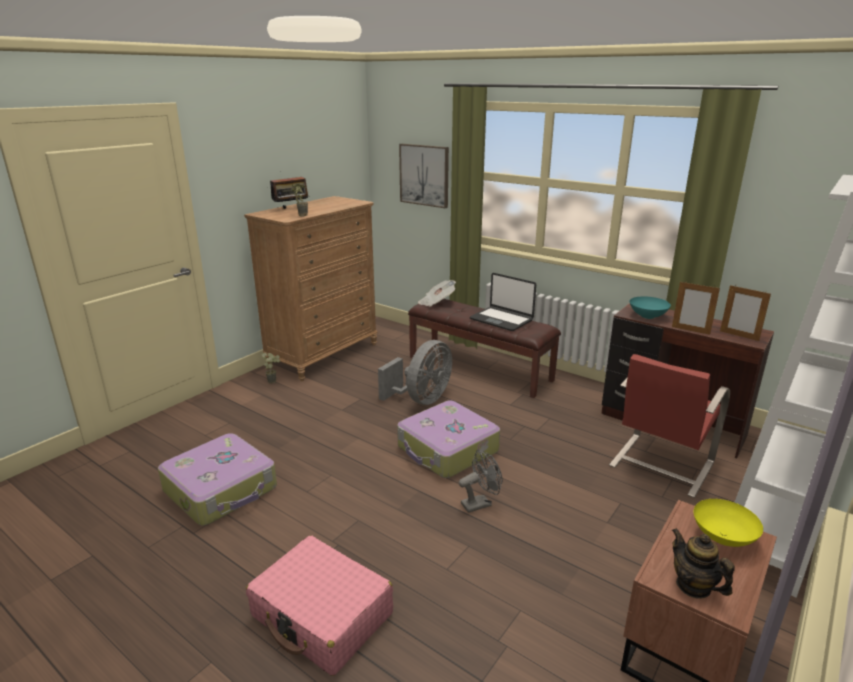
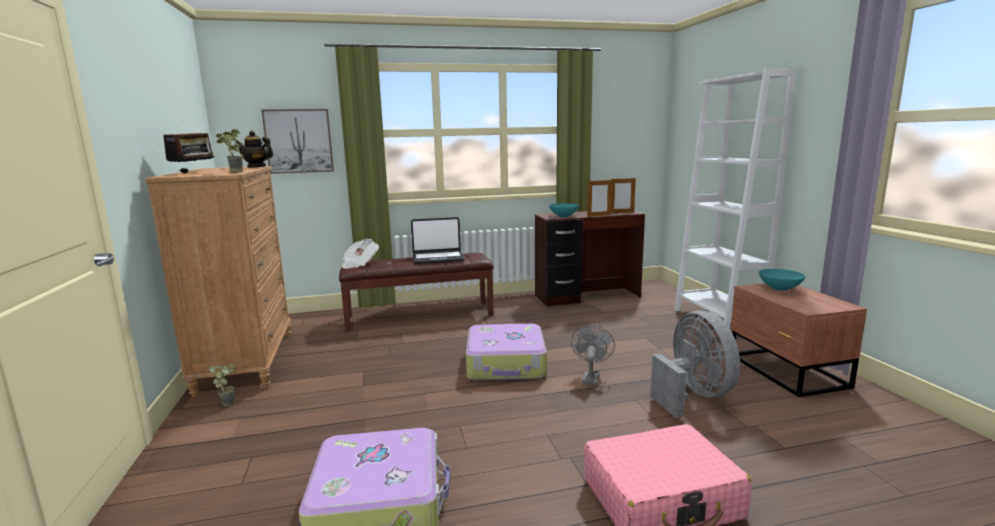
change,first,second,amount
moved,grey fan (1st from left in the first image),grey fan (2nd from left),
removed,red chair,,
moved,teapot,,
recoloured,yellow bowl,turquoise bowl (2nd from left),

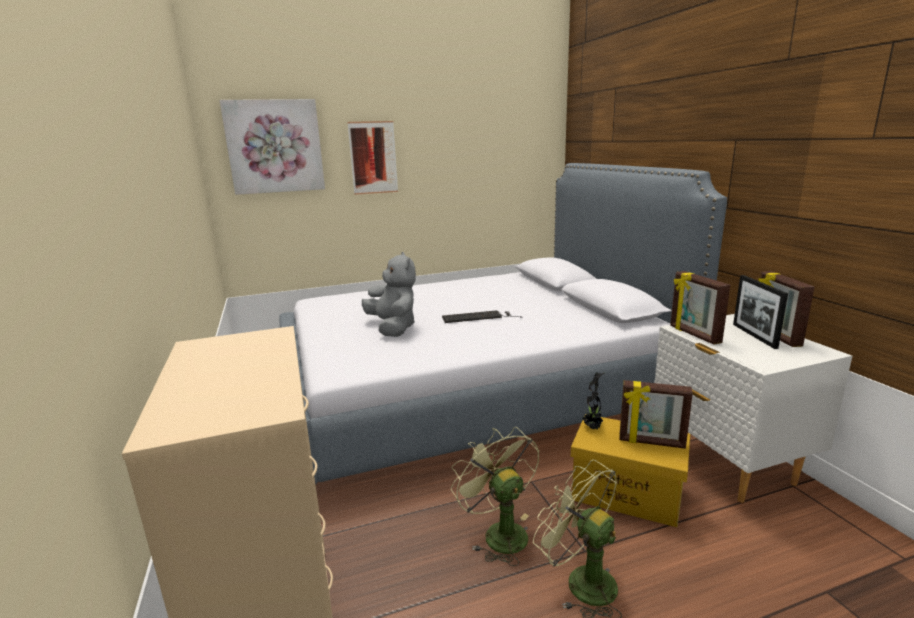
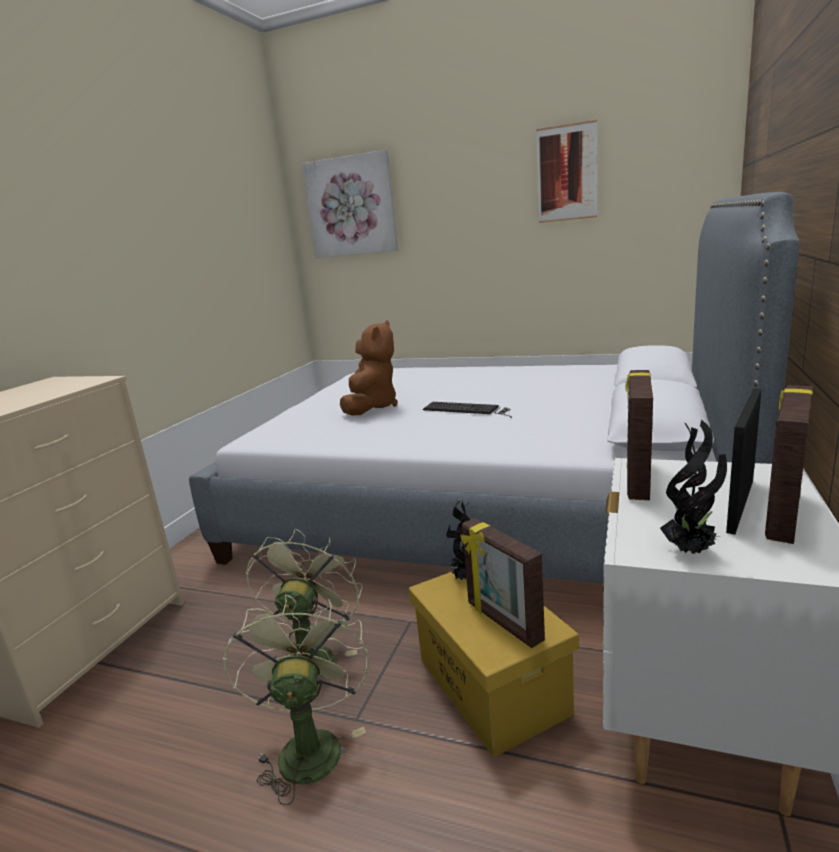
change,first,second,amount
moved,picture (2nd from left),,
recoloured,grey plush toy,brown plush toy,
added,,potted plant (2nd from left),

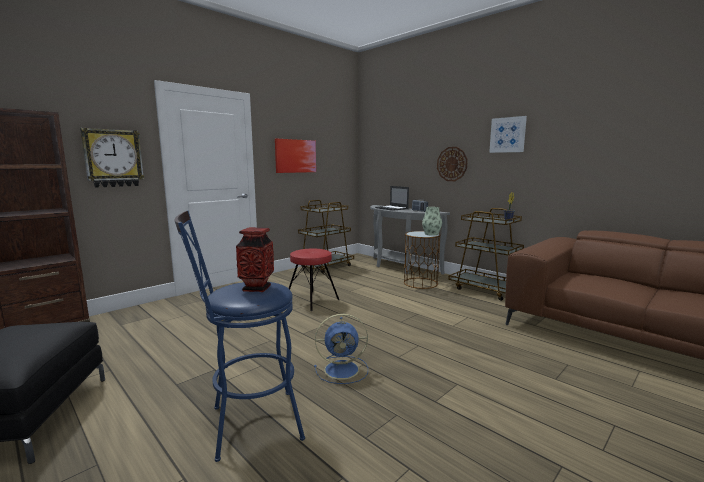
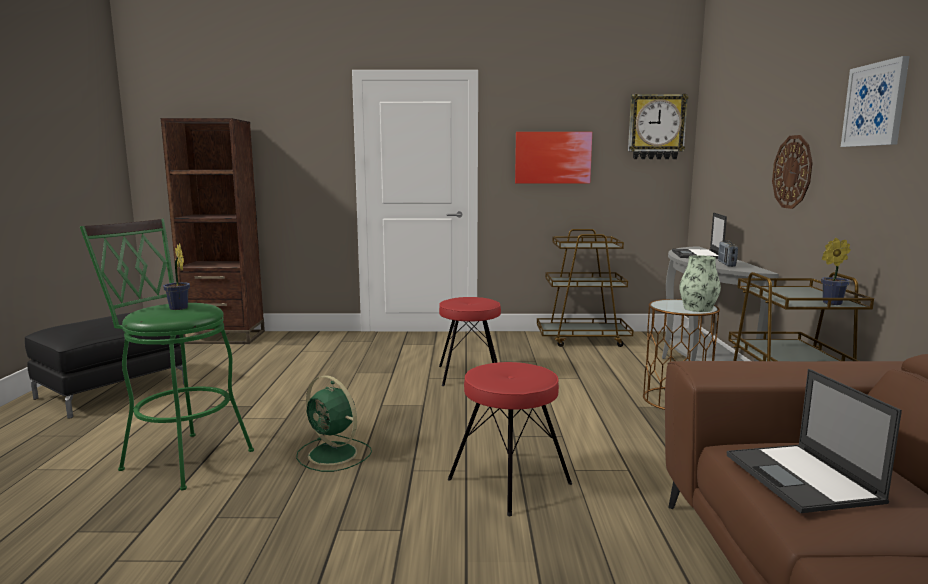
change,first,second,amount
moved,wall clock (1st from left),,
recoloured,blue stool,green stool,
replaced,vase (1st from left),potted plant (1st from left),
recoloured,blue fan,green fan,
added,,red stool (2nd from left),
added,,laptop (2nd from left),

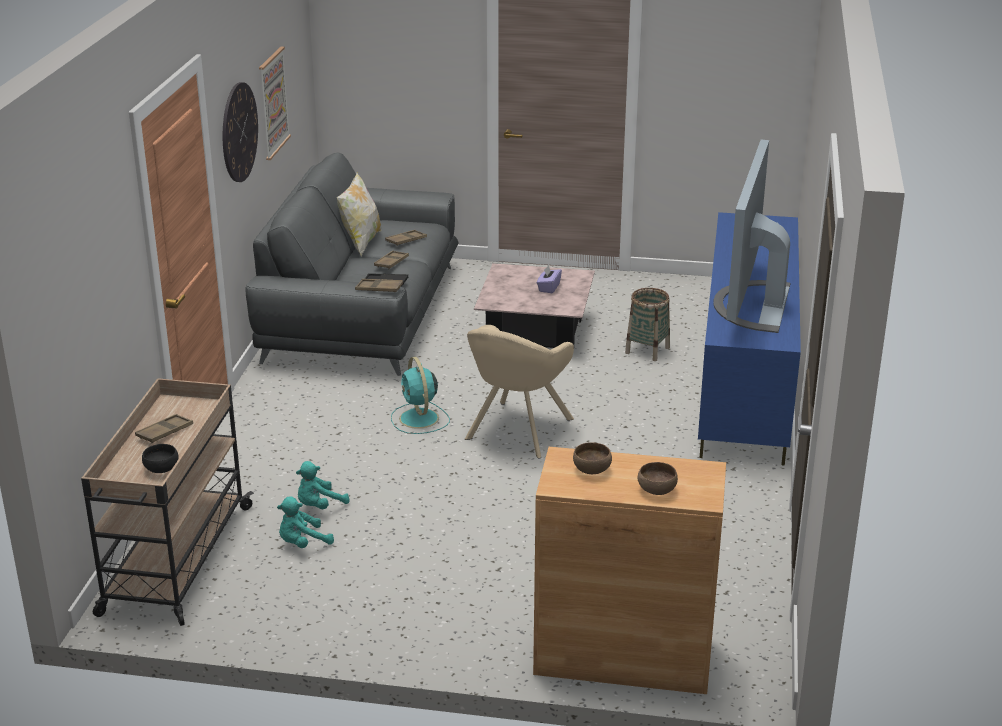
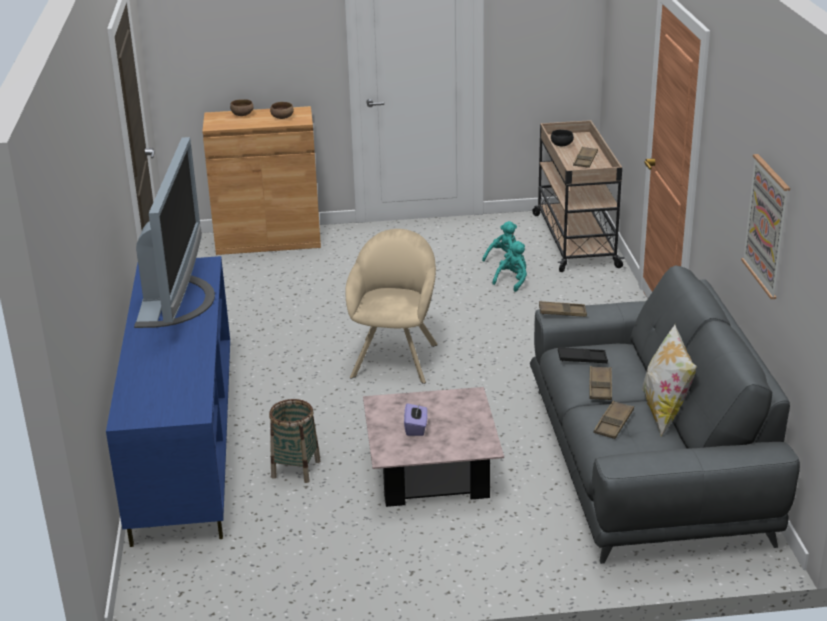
change,first,second,amount
removed,wall clock,,
removed,turquoise fan,,

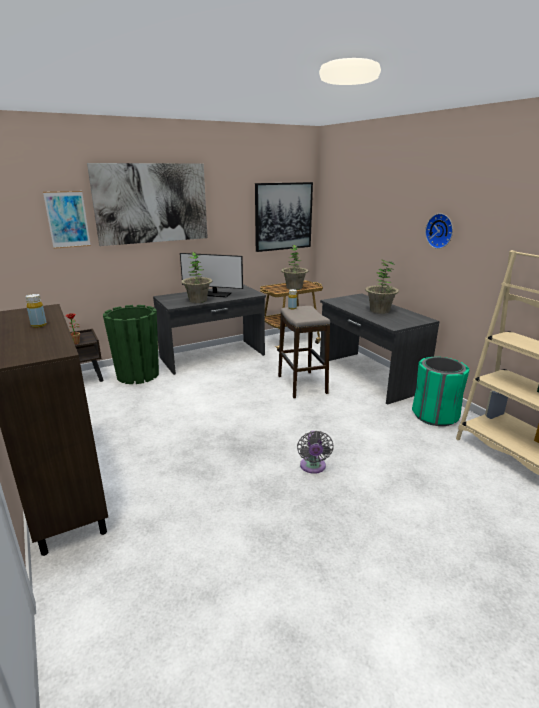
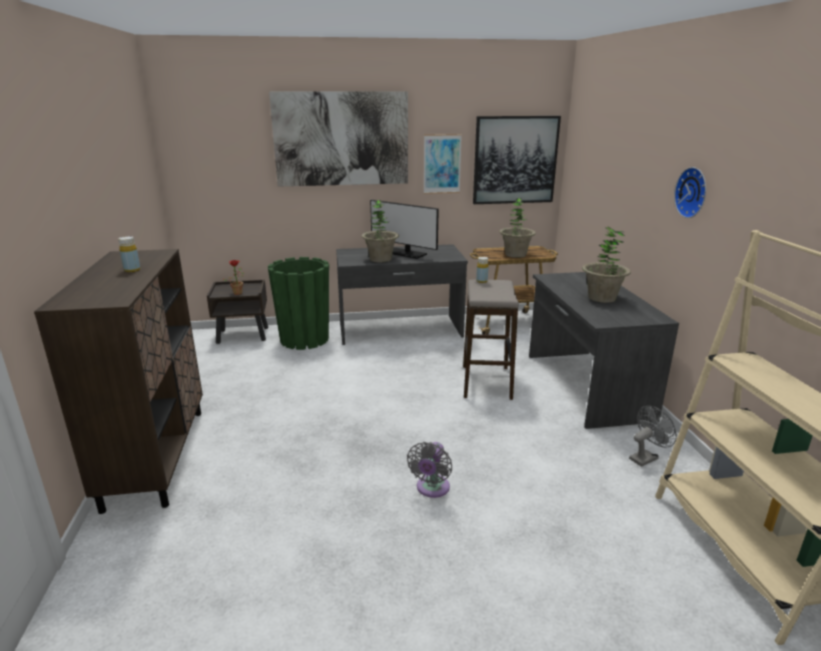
change,first,second,amount
moved,picture (1st from left in the first image),picture (2nd from left),
replaced,green trash can,grey fan (2nd from left),

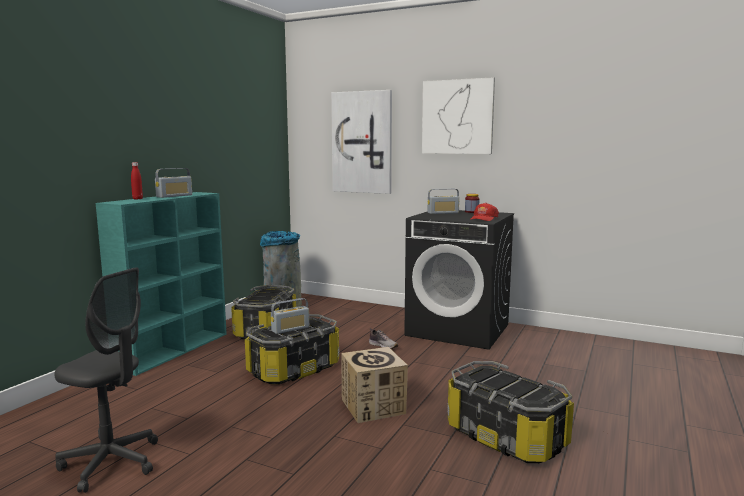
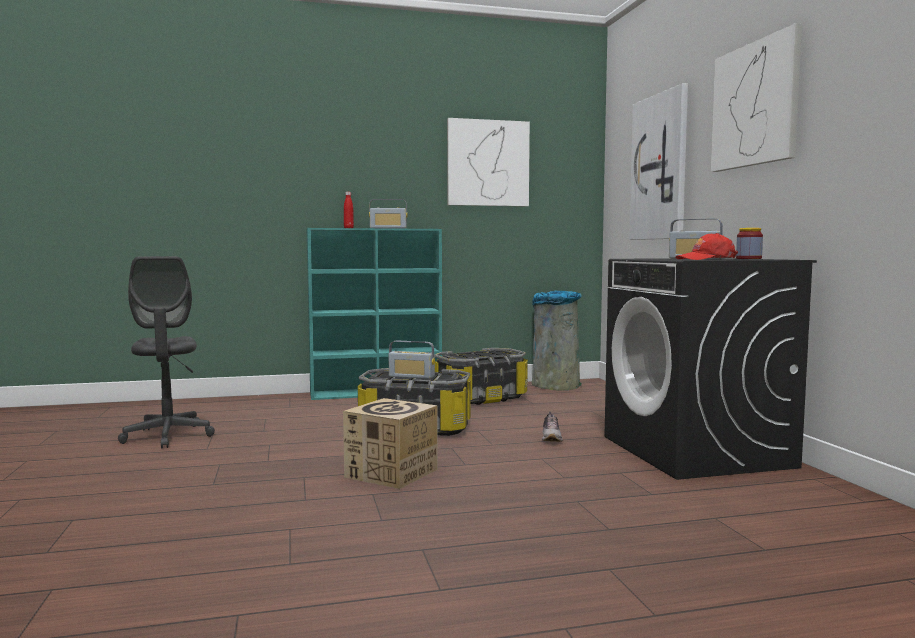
change,first,second,amount
removed,storage box (3rd from left),,
added,,picture (1st from left),

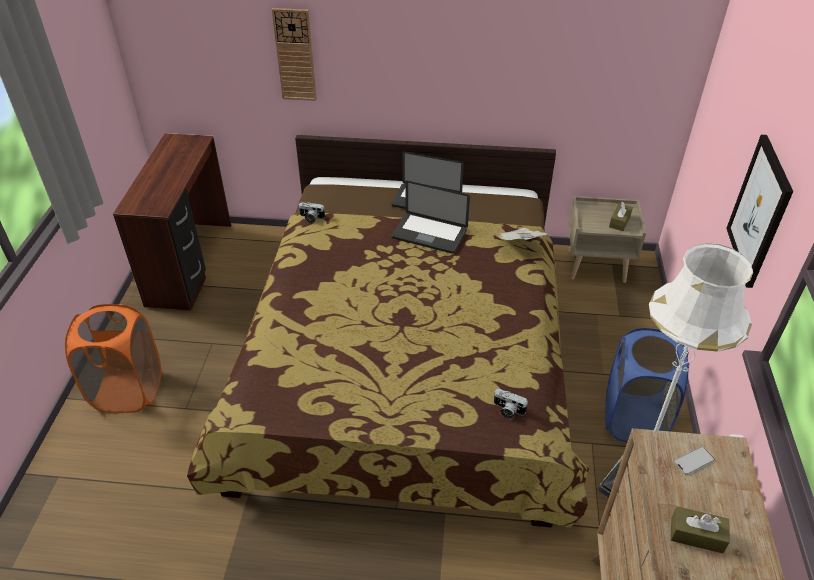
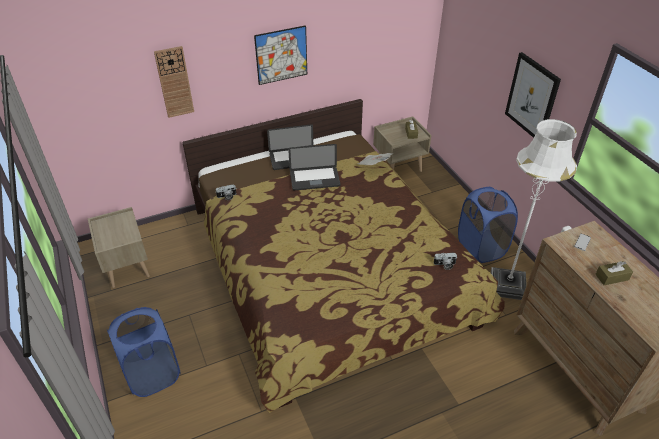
change,first,second,amount
recoloured,orange laundry basket,blue laundry basket (1st from left),
replaced,brown desk,beige nightstand (1st from left),
added,,picture (1st from left),

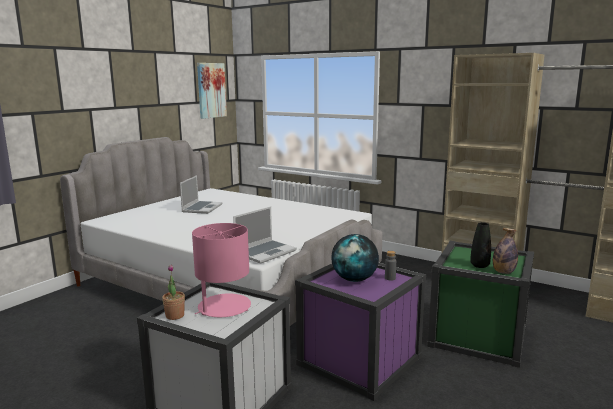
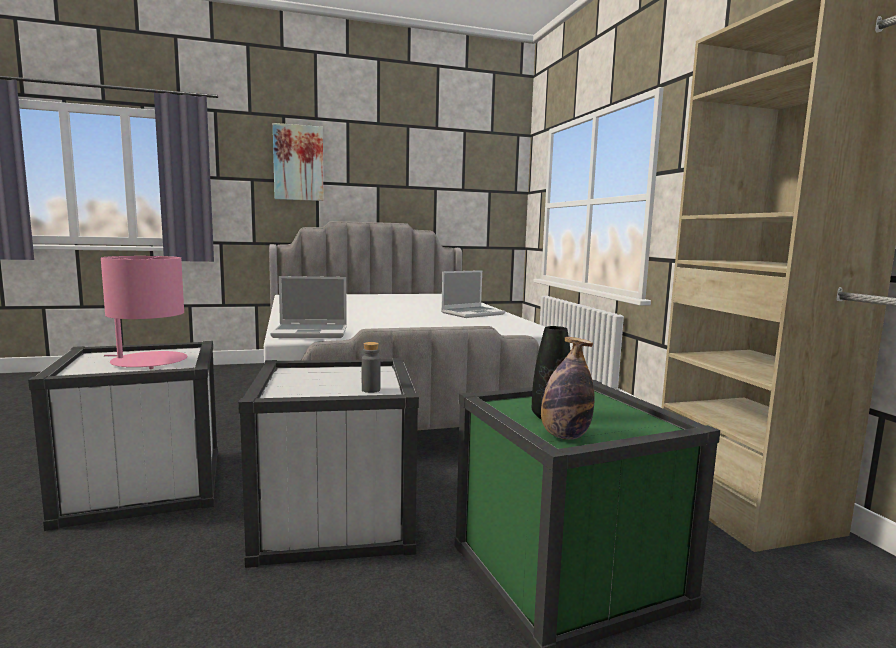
change,first,second,amount
removed,potted plant,,
moved,laptop (1st from left in the first image),laptop (2nd from left),
moved,picture,,
recoloured,purple storage box,white storage box (2nd from left),
removed,globe,,

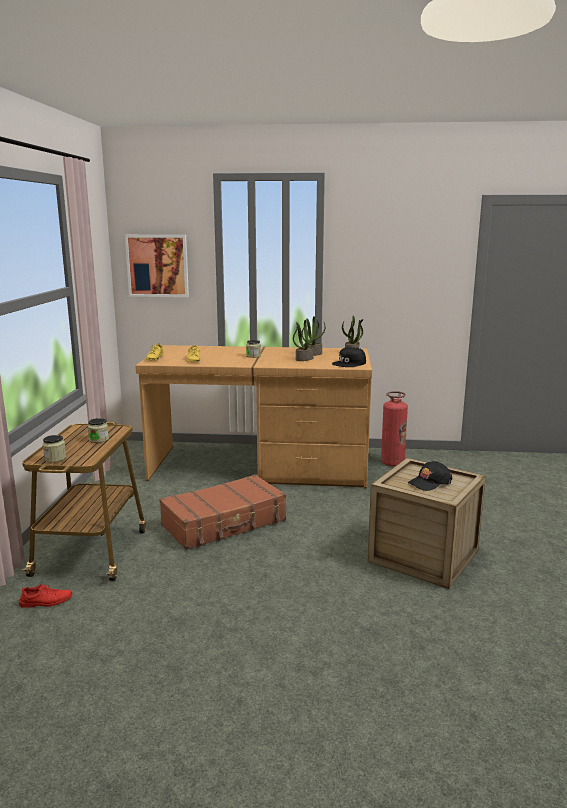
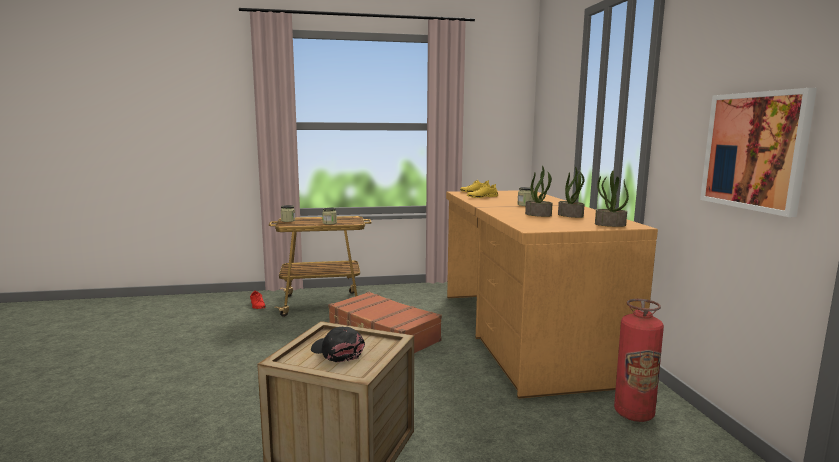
change,first,second,amount
moved,picture,,
removed,black cap (1st from left),,

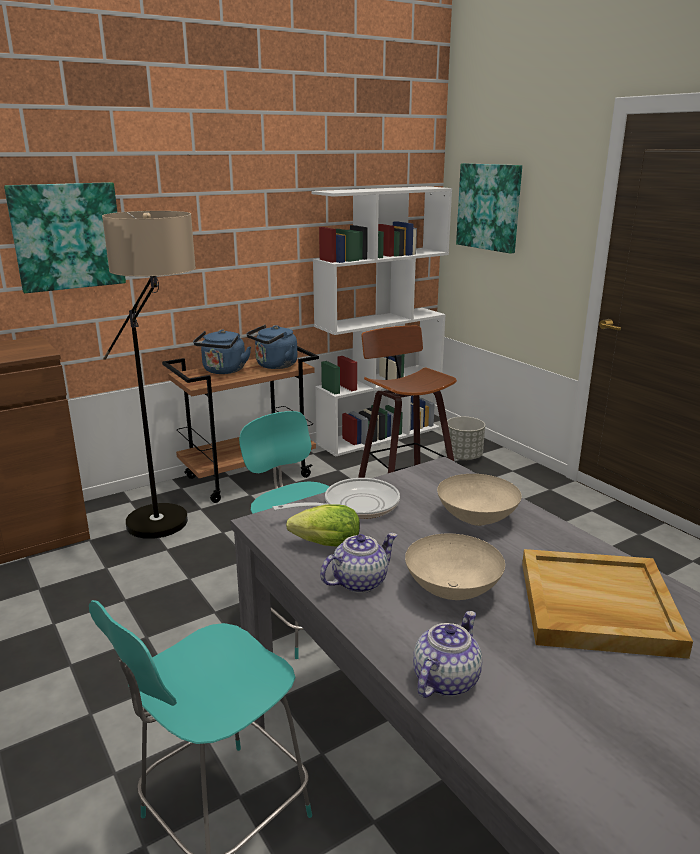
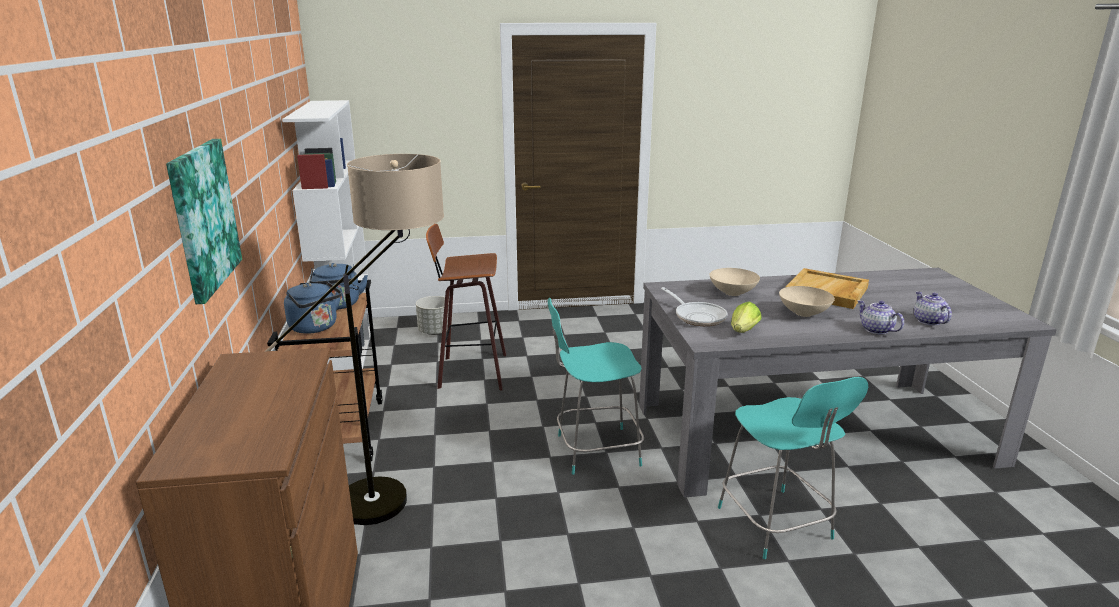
change,first,second,amount
turned,frying pan,,150 degrees clockwise
moved,teapot (1st from left in the first image),teapot (2nd from left),
removed,picture (2nd from left),,

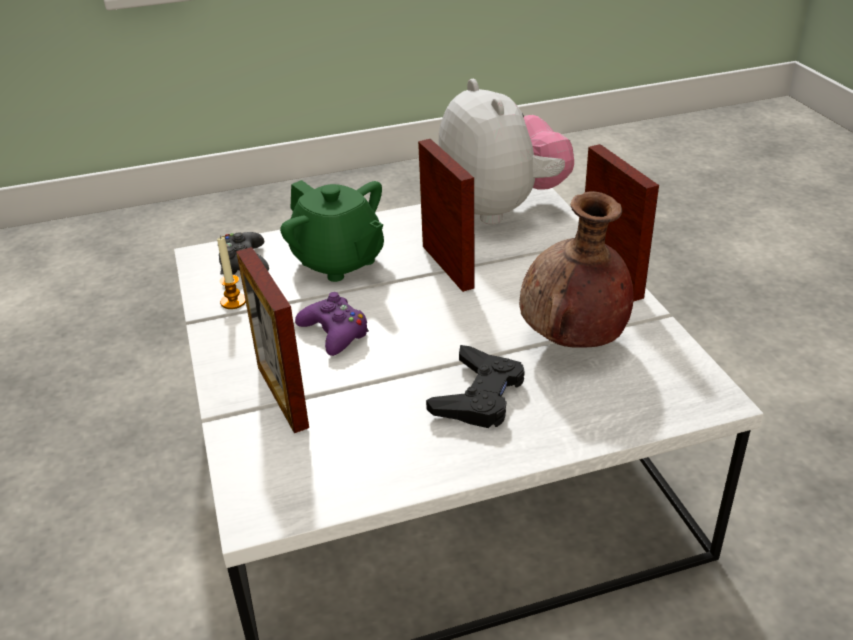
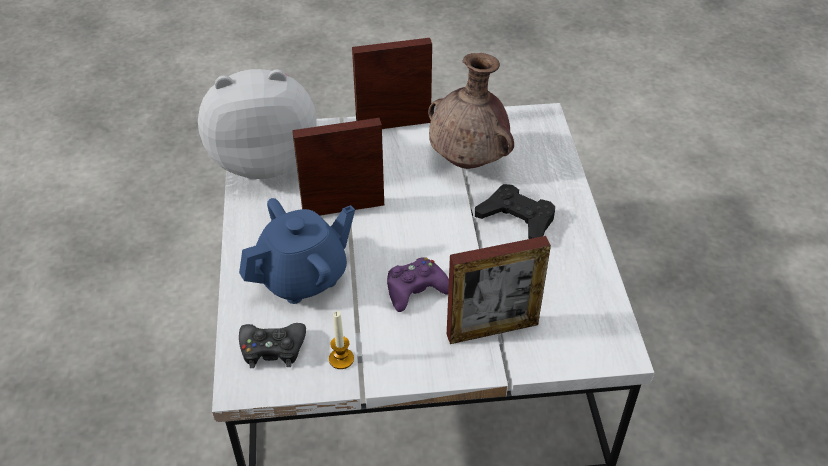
change,first,second,amount
recoloured,green teapot,blue teapot,

